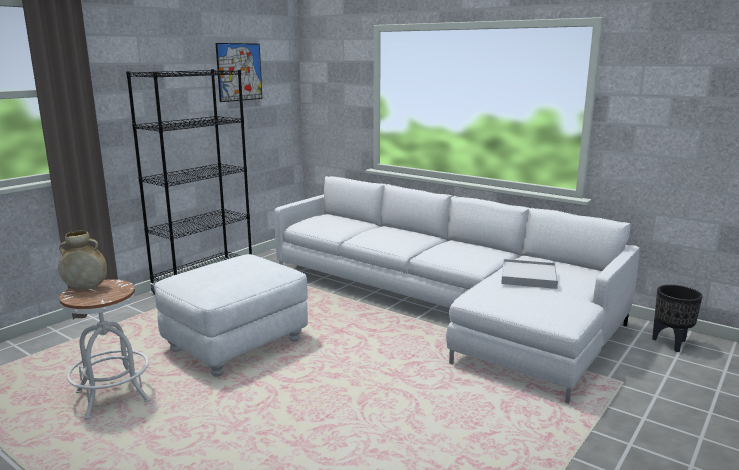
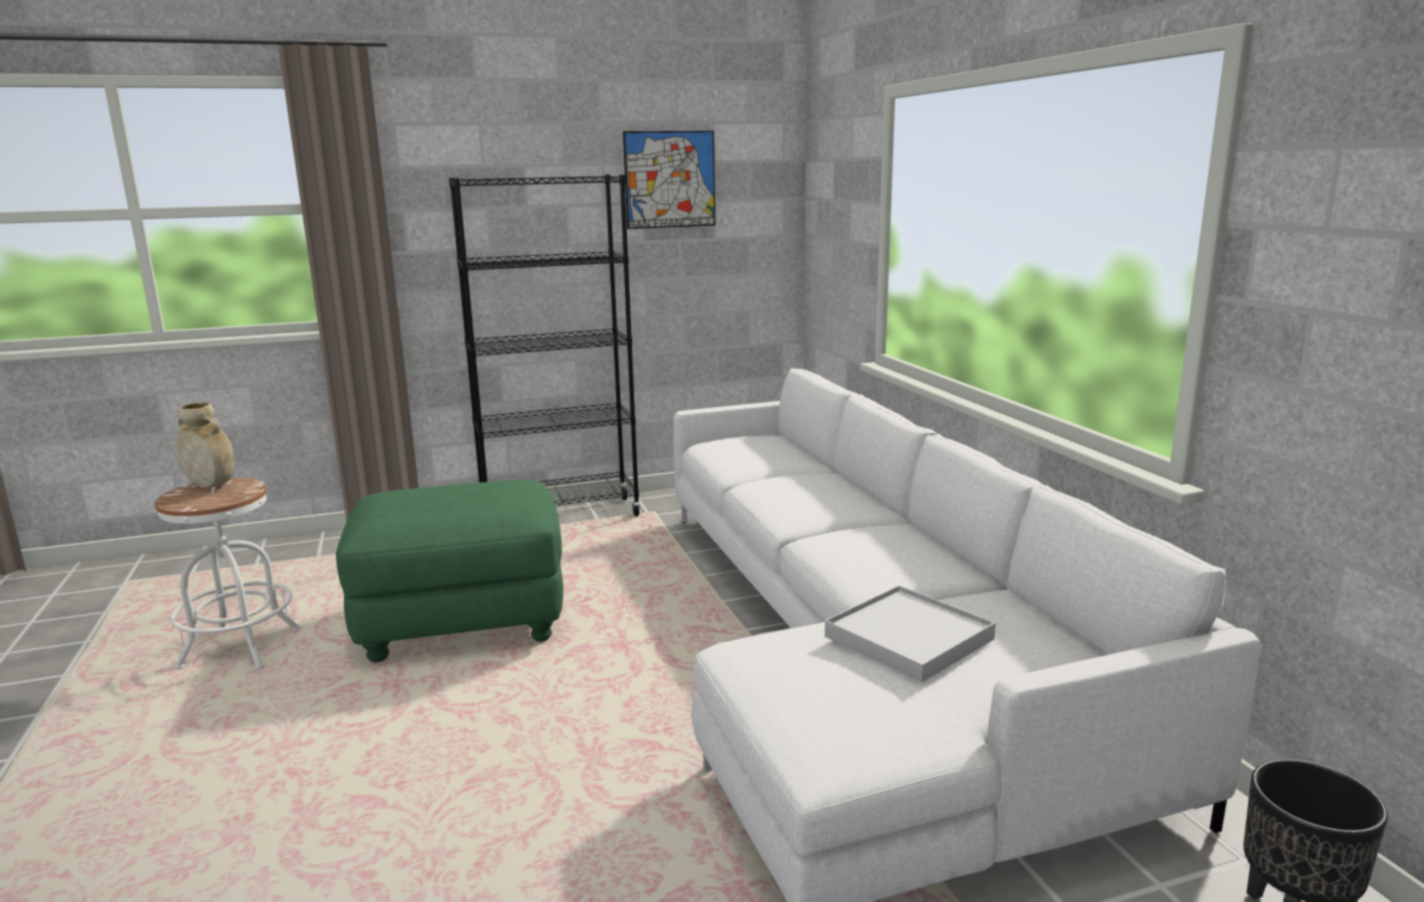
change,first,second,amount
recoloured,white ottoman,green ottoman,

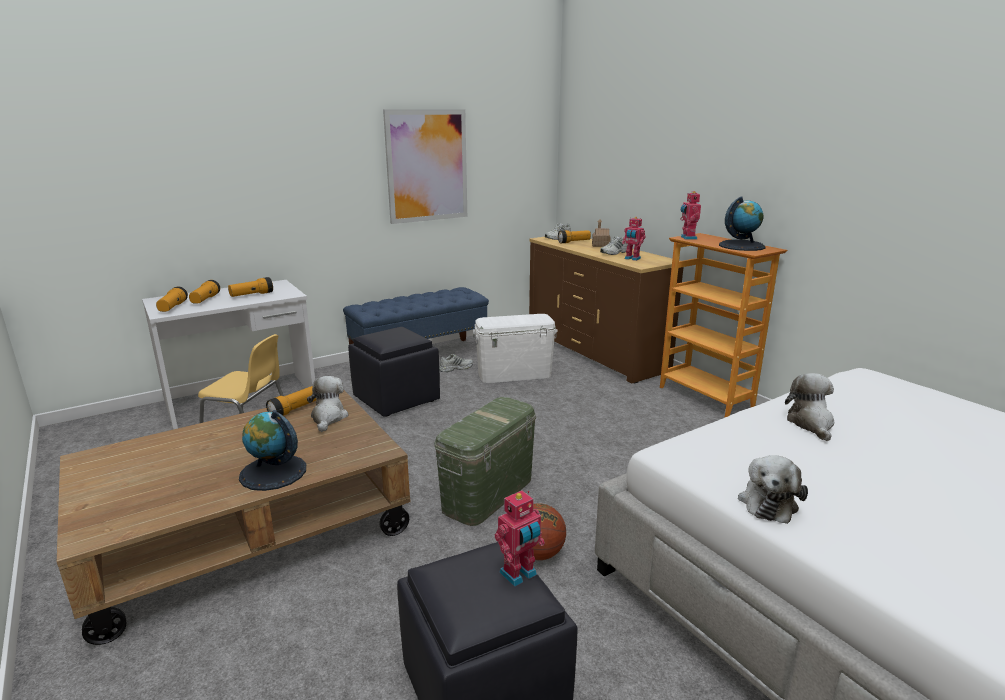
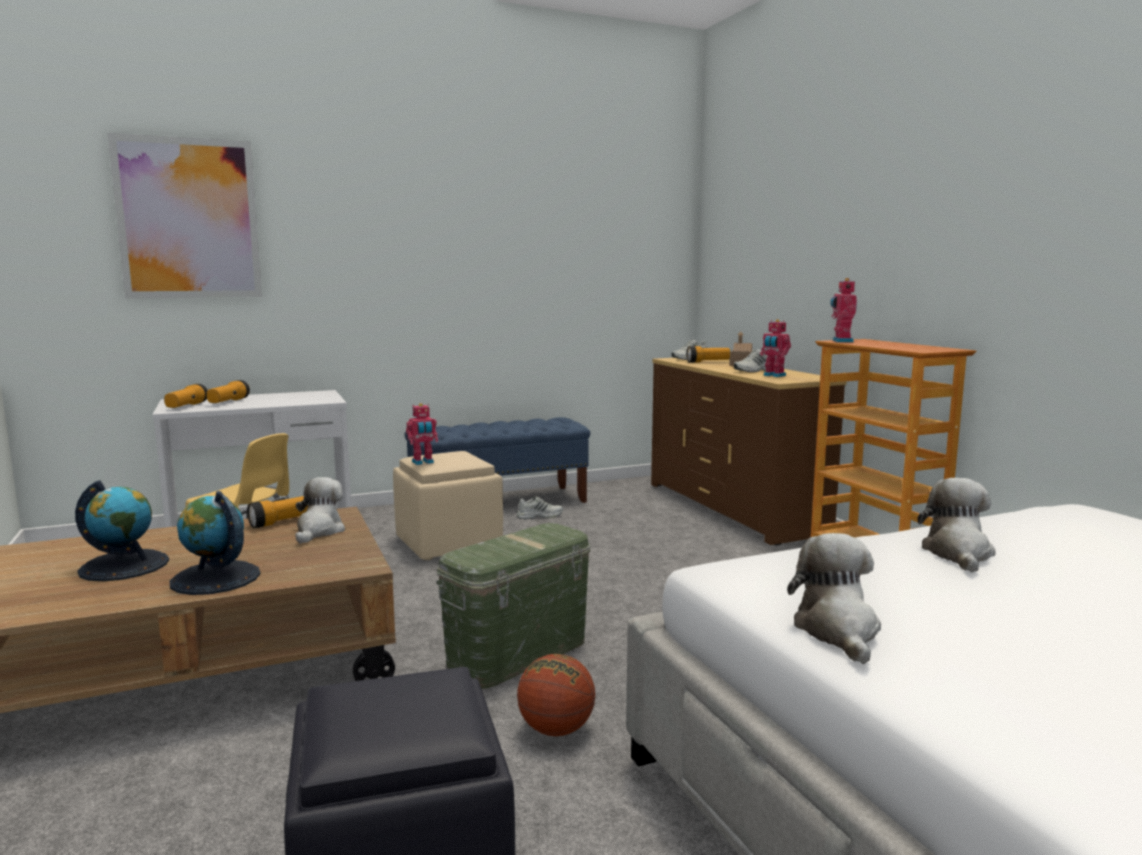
change,first,second,amount
removed,flashlight (3rd from left),,
recoloured,black ottoman (1st from left),beige ottoman,
moved,picture,,
removed,white storage box,,
moved,toy robot (1st from left),,
moved,globe (2nd from left in the first image),globe (1st from left),
turned,plush toy (2nd from left),,150 degrees clockwise

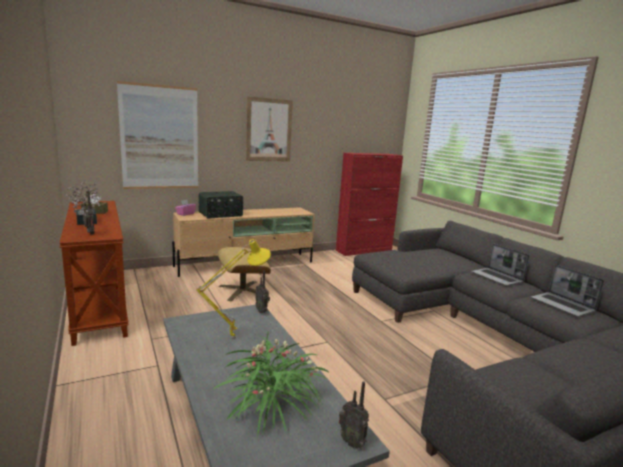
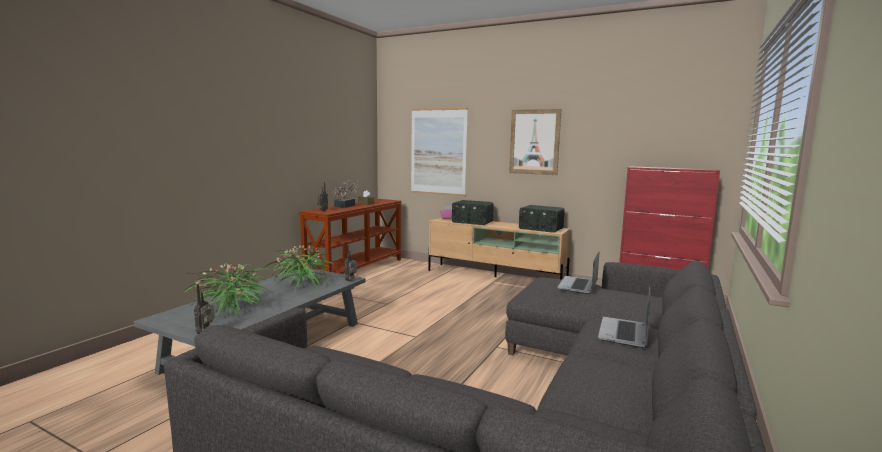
change,first,second,amount
replaced,yellow table lamp,potted plant (2nd from left),
removed,beige ottoman,,
moved,laptop (2nd from left in the first image),laptop (1st from left),
added,,radio (5th from left),

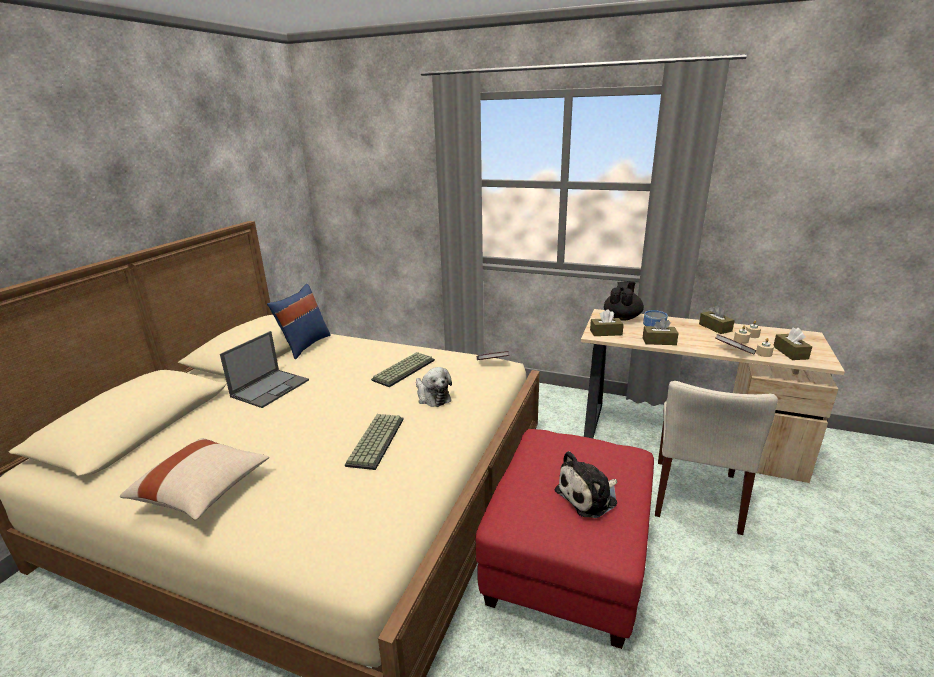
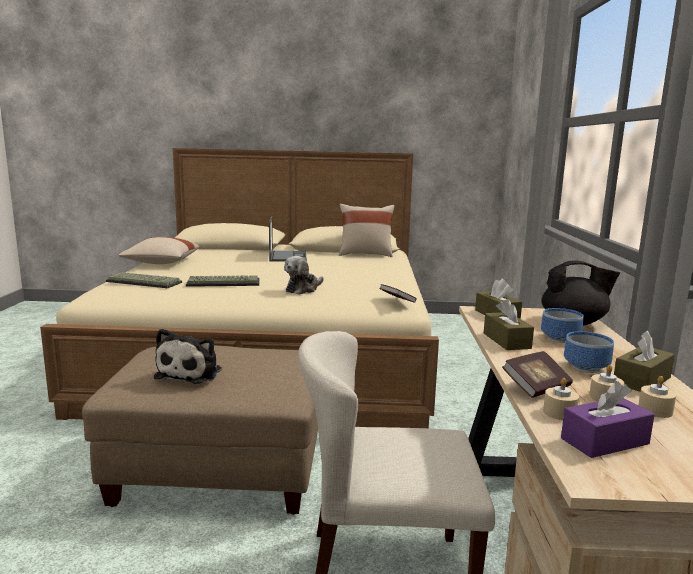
change,first,second,amount
turned,laptop,,105 degrees counterclockwise
recoloured,blue pillow,beige pillow (2nd from left),
moved,keyboard (2nd from left in the first image),keyboard (1st from left),
recoloured,red ottoman,beige ottoman,
turned,plush toy (2nd from left in the first image),plush toy (1st from left),120 degrees counterclockwise
recoloured,brown tissue box (4th from left),purple tissue box,
added,,bowl (2nd from left),

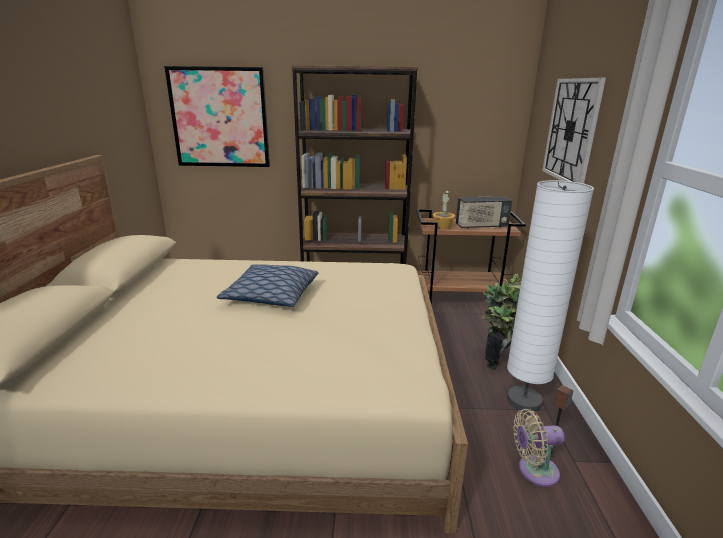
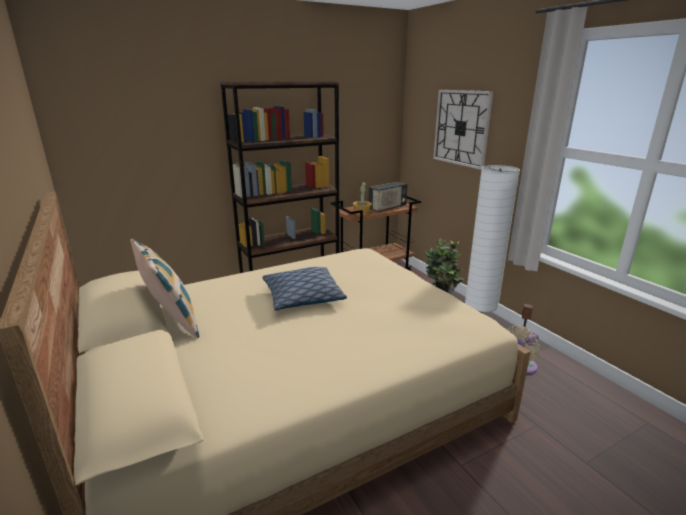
change,first,second,amount
removed,picture,,
added,,pillow (1st from left),

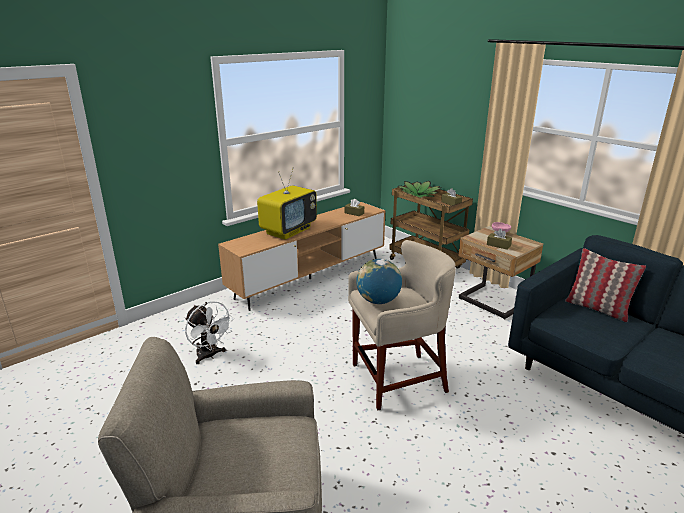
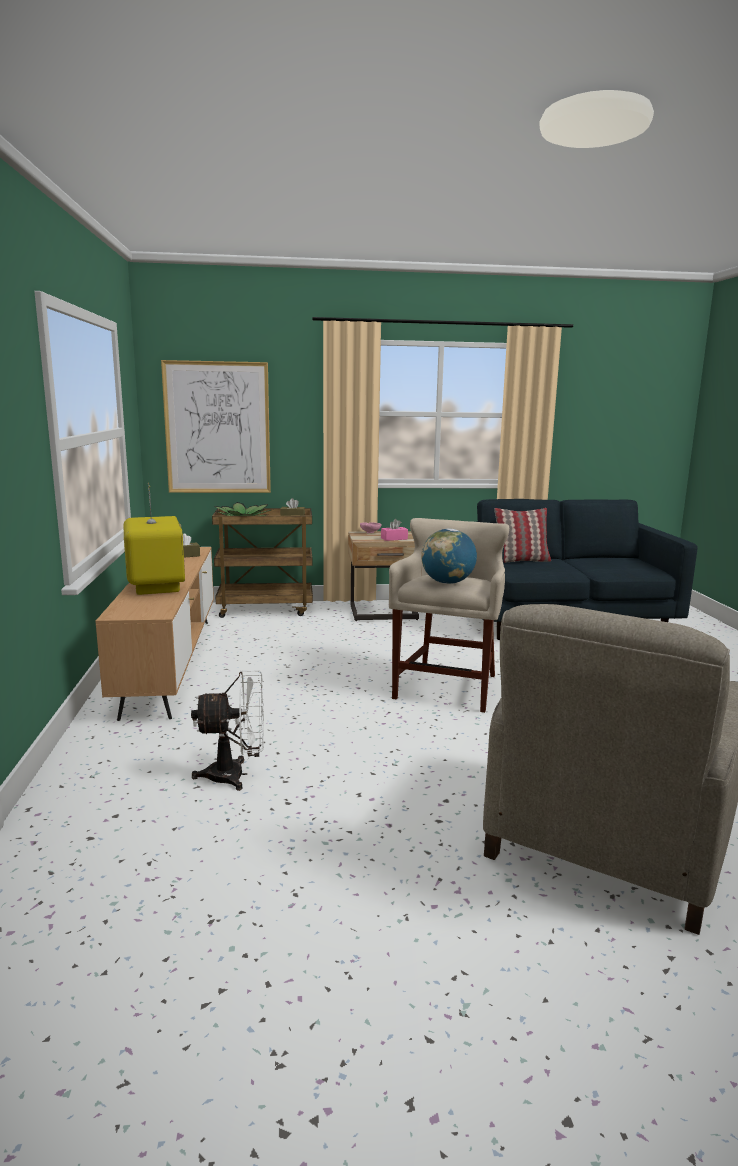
change,first,second,amount
recoloured,brown tissue box (3rd from left),pink tissue box,
added,,picture,

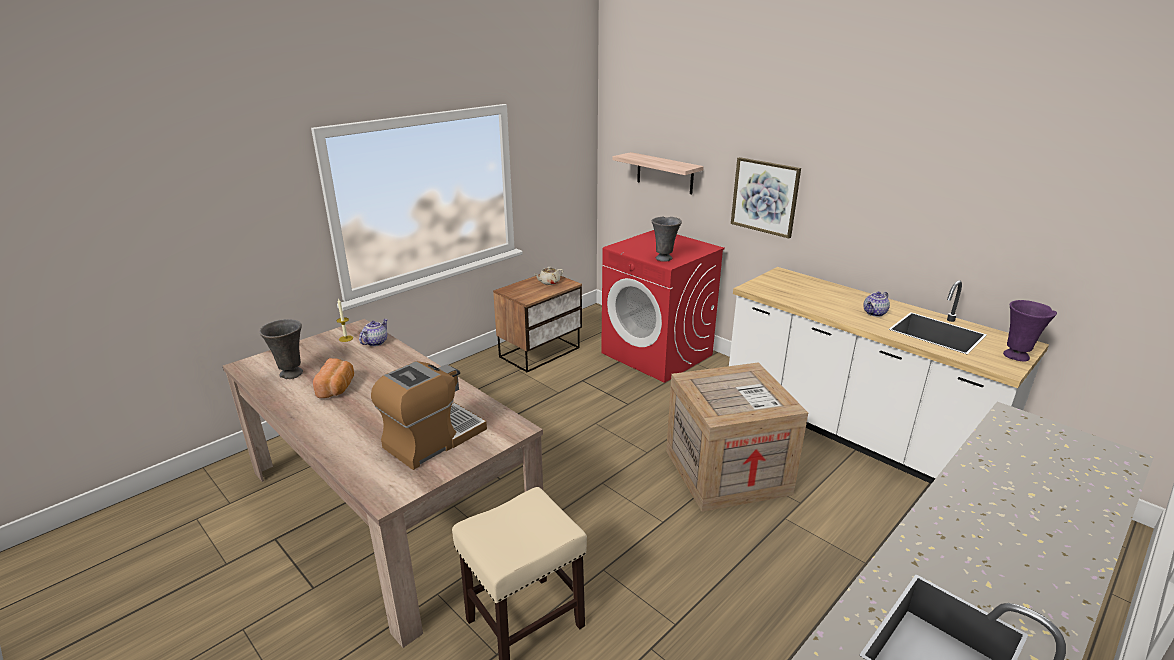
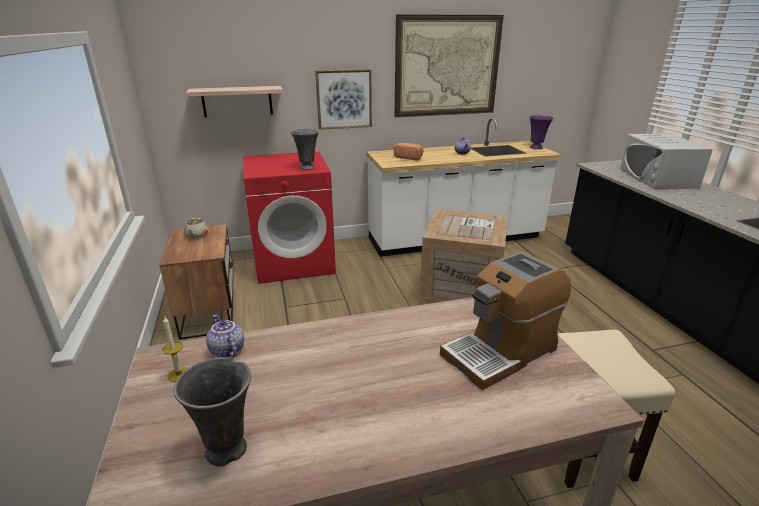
change,first,second,amount
moved,bread,,
turned,coffee machine,,105 degrees counterclockwise
added,,picture (2nd from left),
added,,white microwave,

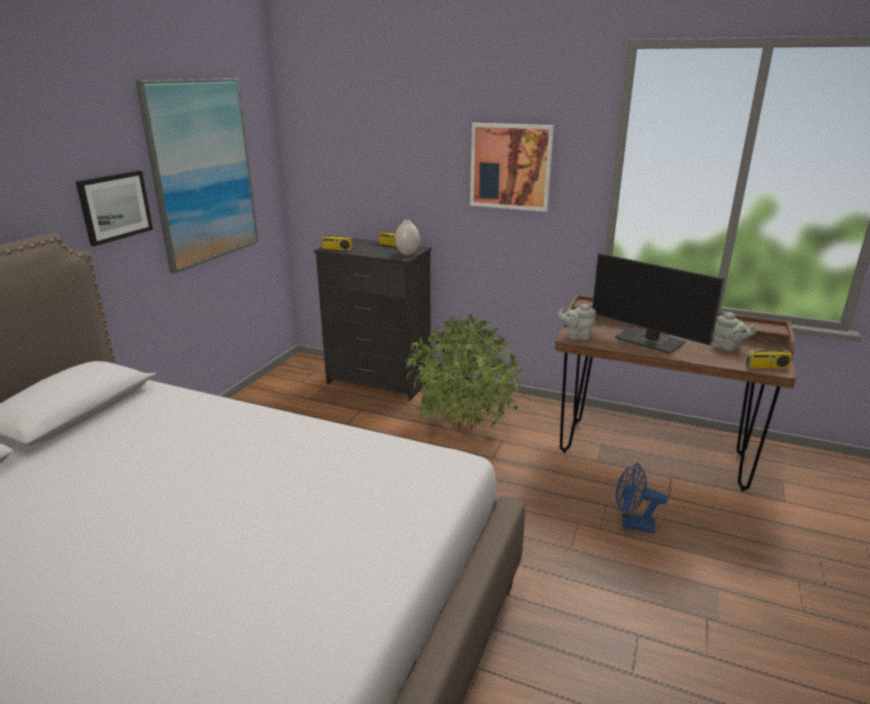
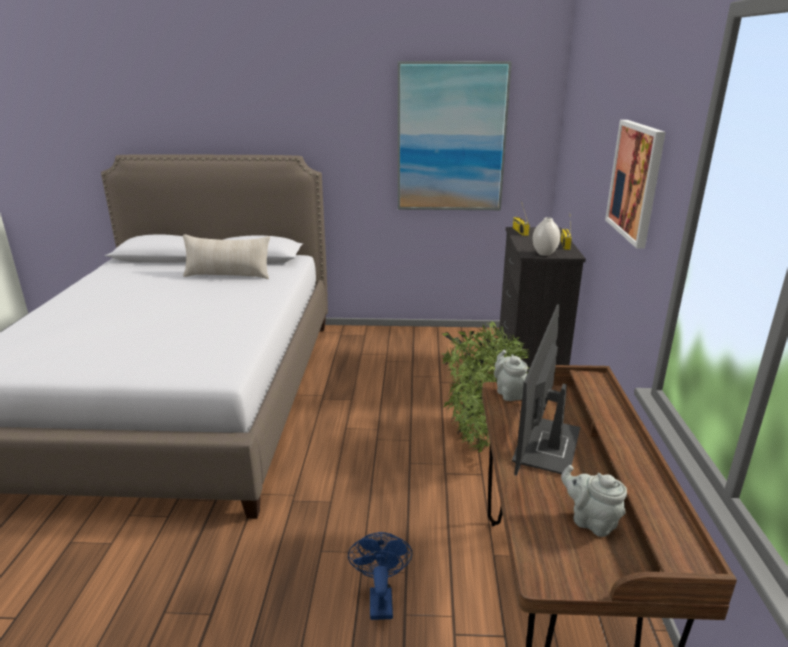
change,first,second,amount
removed,picture (1st from left),,
turned,grey teapot (2nd from left),,105 degrees clockwise
removed,radio (3rd from left),,
added,,beige pillow,

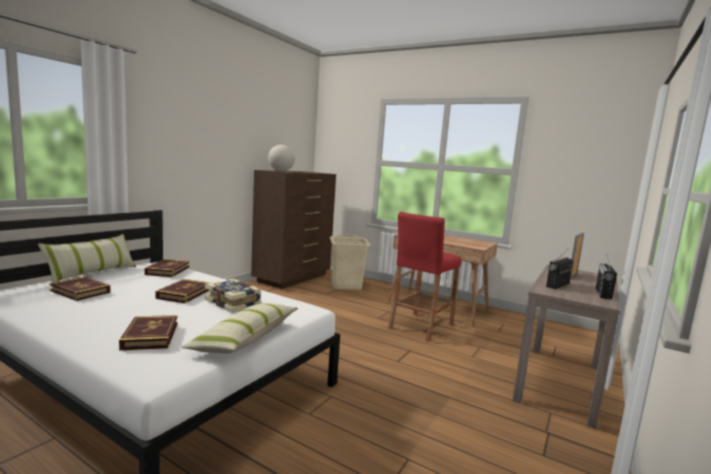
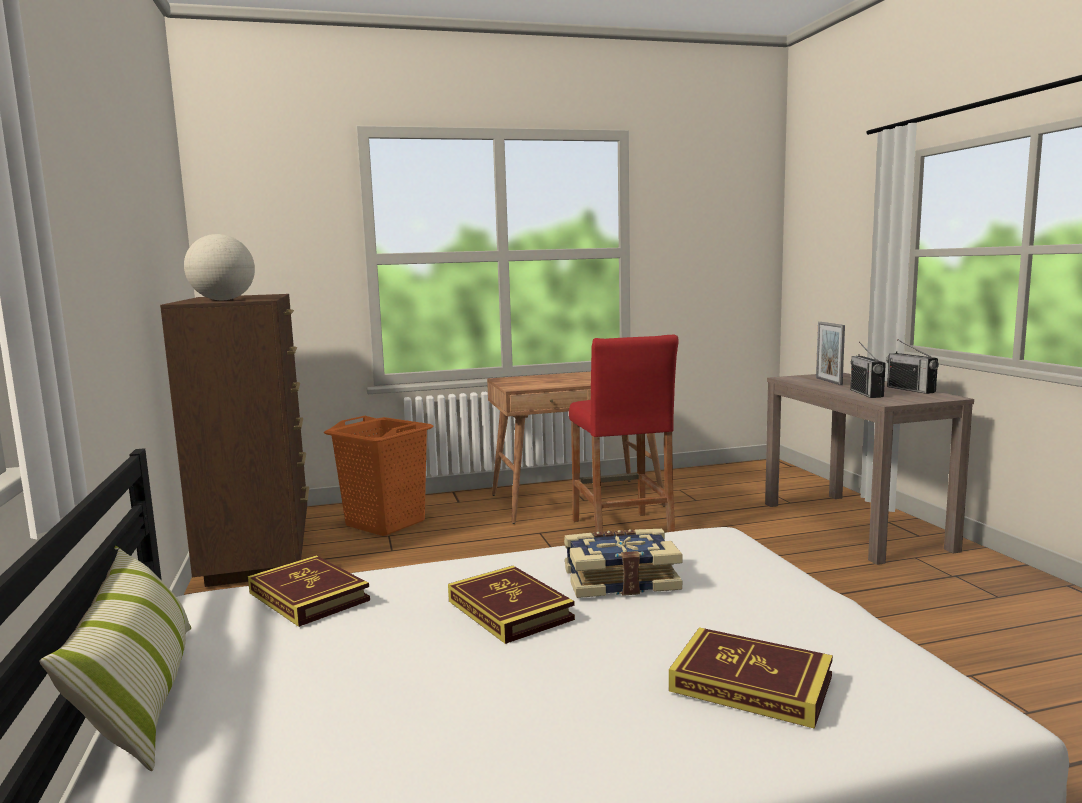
change,first,second,amount
removed,book (1st from left),,
removed,pillow (2nd from left),,
recoloured,beige laundry basket,orange laundry basket,

